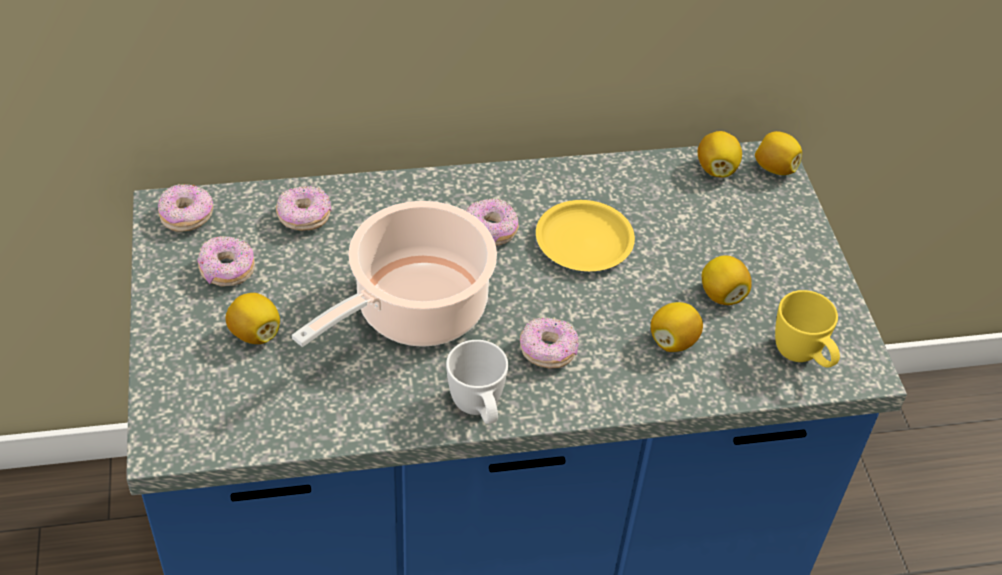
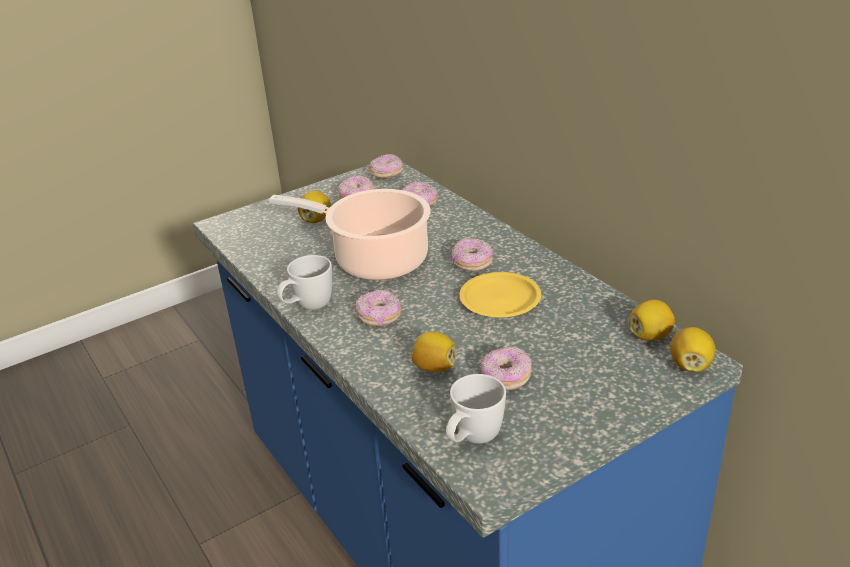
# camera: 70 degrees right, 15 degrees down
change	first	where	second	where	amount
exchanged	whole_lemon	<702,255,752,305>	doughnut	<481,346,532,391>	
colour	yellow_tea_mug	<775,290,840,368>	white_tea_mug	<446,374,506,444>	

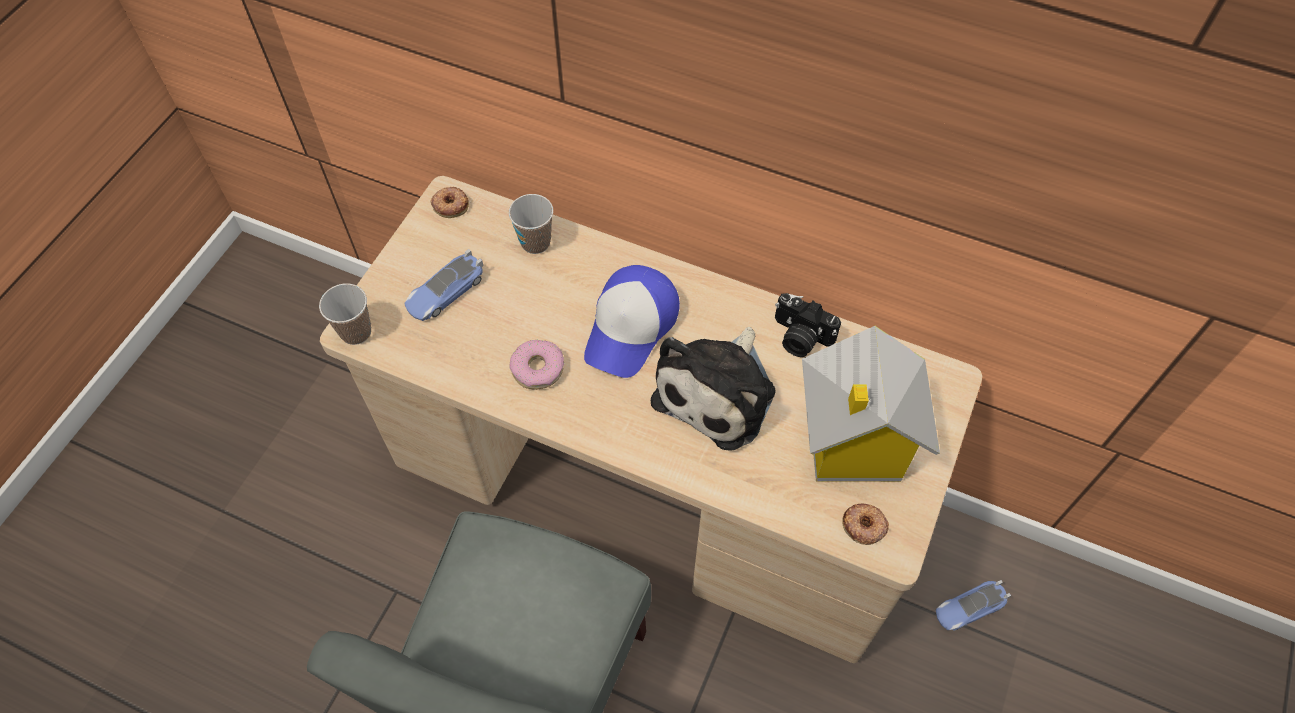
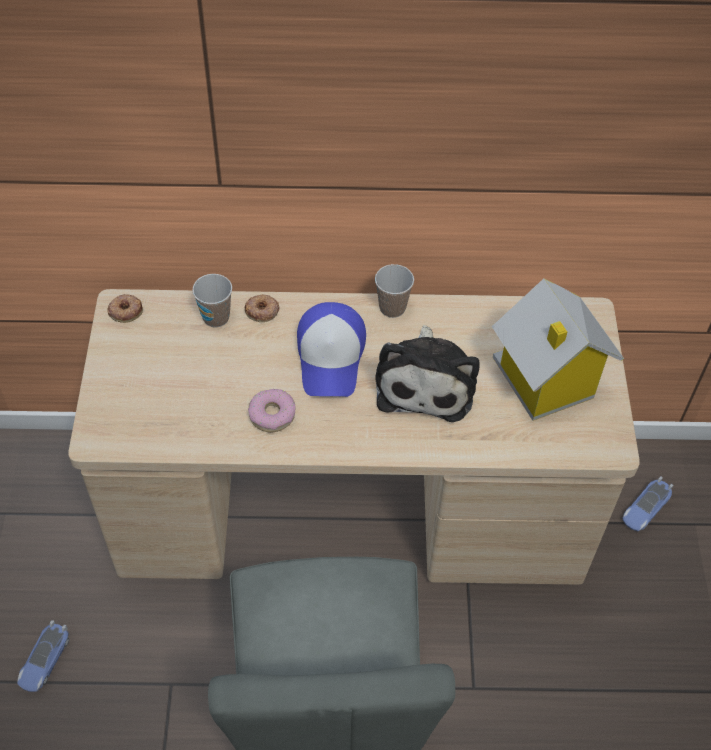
# camera: 25 degrees left, 5 degrees down
change	first	where	second	where	amount
relocated	drinking_cup	<319,283,371,345>		<375,264,414,318>	
relocated	miniature_car	<405,249,483,321>		<17,620,69,692>	
missing	photo_camera	<775,293,841,357>			
relocated	doughnut	<842,504,889,545>		<245,294,279,322>	

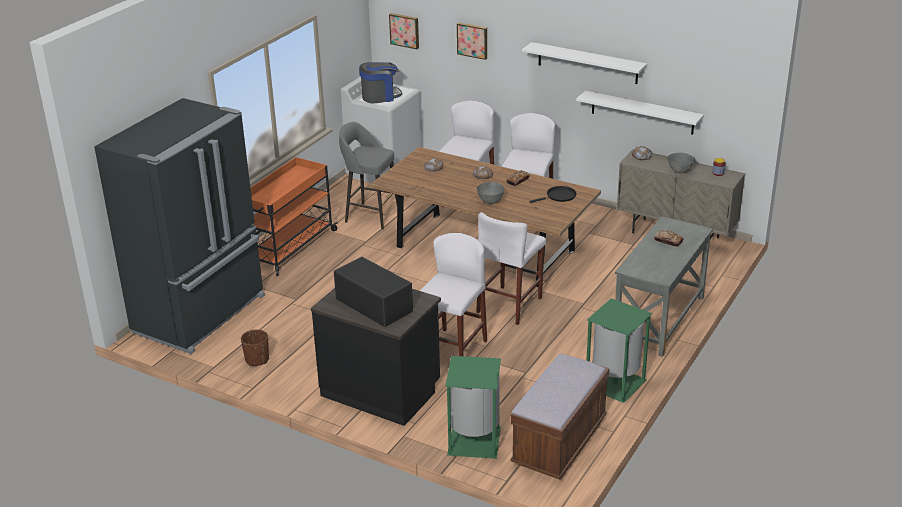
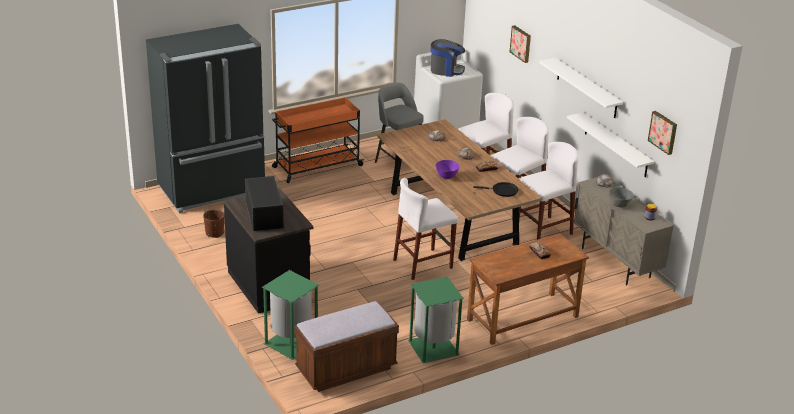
# camera: 30 degrees right, 0 degrees up
change	first	where	second	where	amount
relocated	wall_art	<389,13,419,49>		<648,111,677,155>	
relocated	white_stool	<420,233,487,356>		<518,142,579,240>	
colour	greyish_deep_dish	<477,182,504,204>	purple-coloured_deep_dish	<436,160,459,179>	
colour	greyish_desk	<615,216,713,357>	brown_desk	<467,233,589,345>	

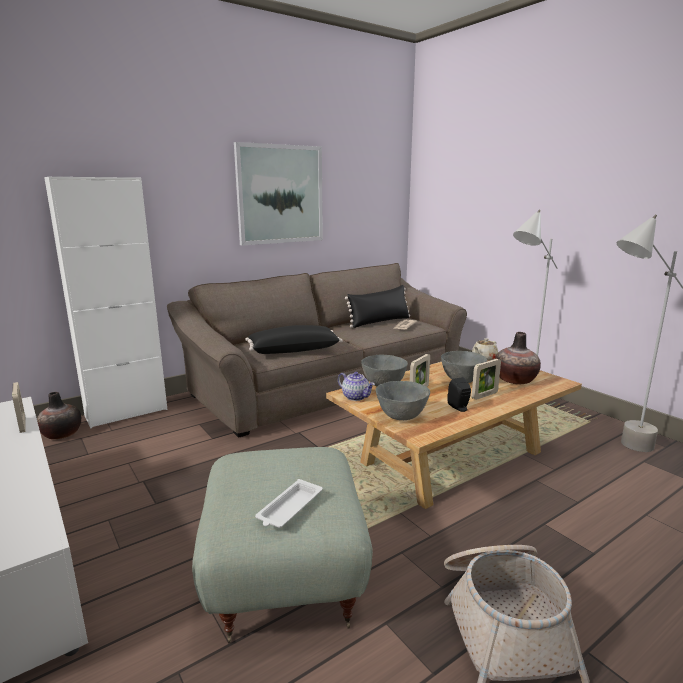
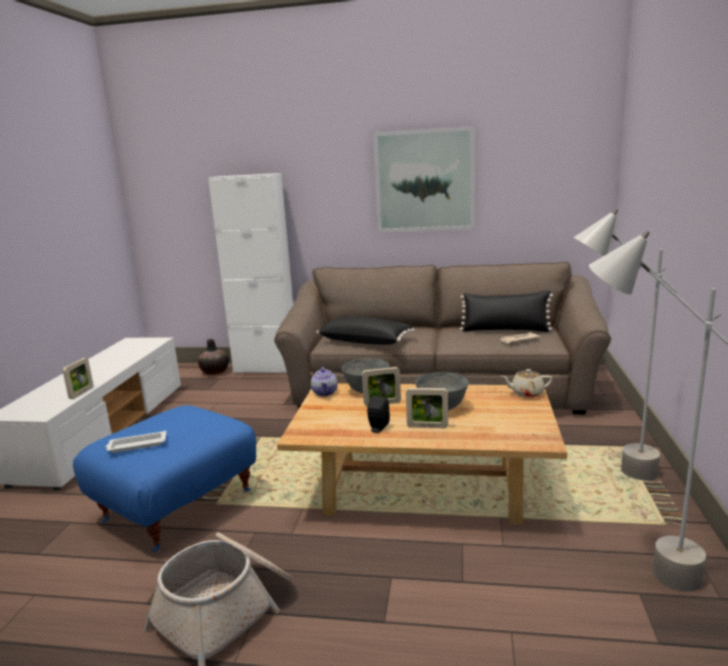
# camera: 45 degrees right, 0 degrees up
change	first	where	second	where	amount
relocated	photo_frame	<12,382,26,433>		<63,358,93,399>	
colour	greyish_ottoman	<192,447,373,643>	blue-coloured_ottoman	<73,405,256,553>	
missing	greyish_deep_dish	<376,381,430,420>			
missing	flower_vase	<495,332,541,384>			

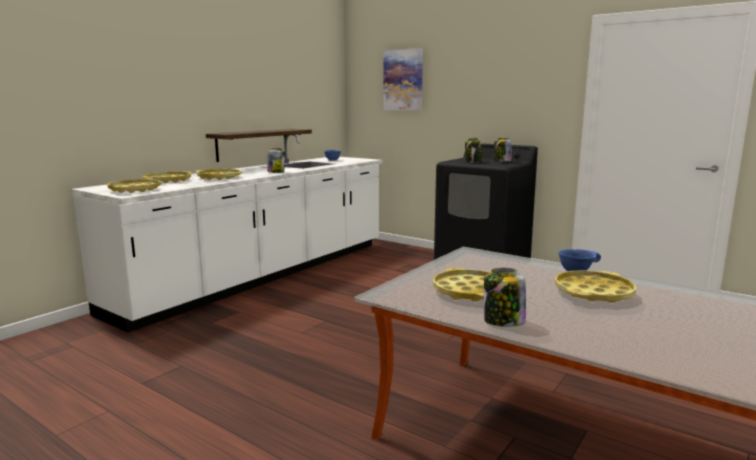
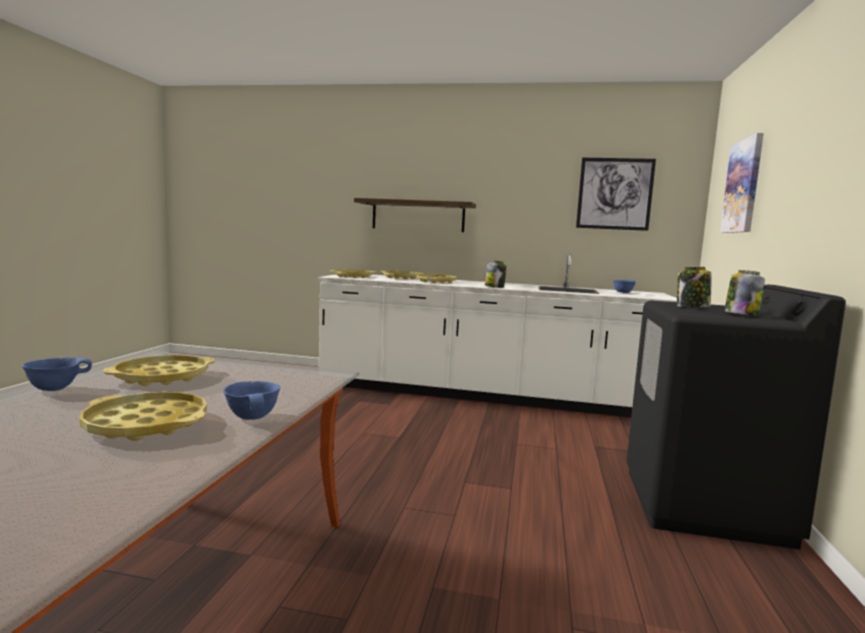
# camera: 65 degrees right, 5 degrees down
change	first	where	second	where	amount
relocated	bracket_shelf	<206,129,312,162>		<354,198,476,232>	
exchanged	jar	<484,268,526,327>	blue-coloured_deep_dish	<22,357,92,391>	
appeared			wall_art	<576,158,656,231>	

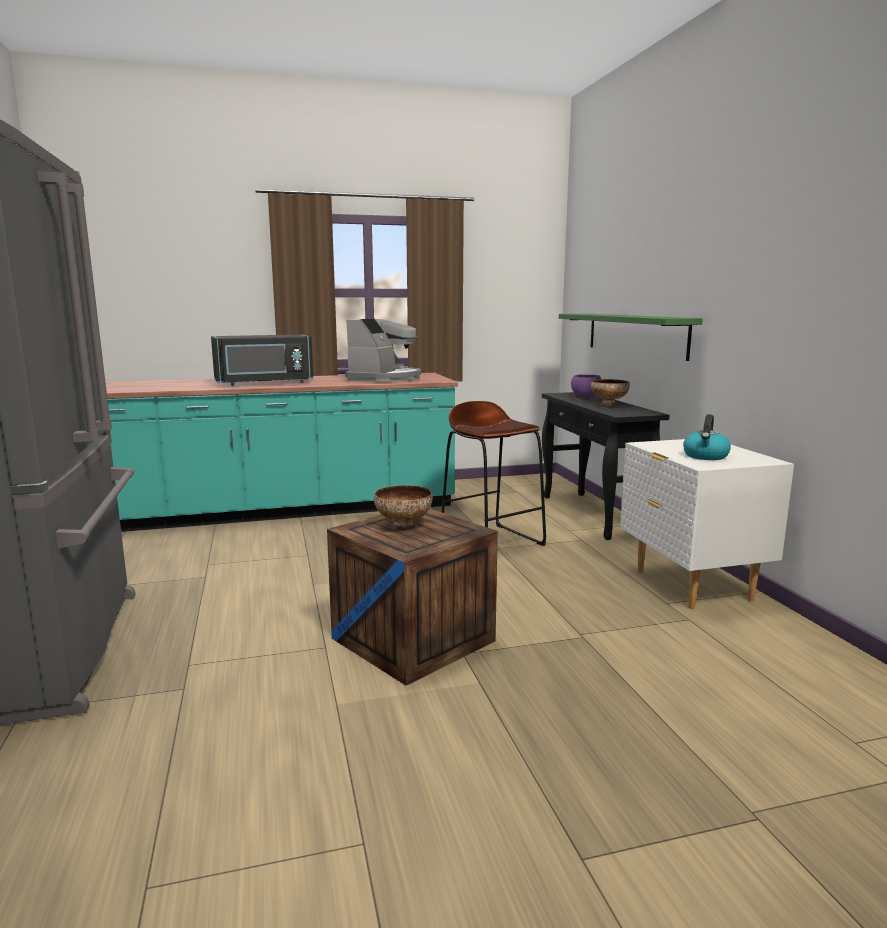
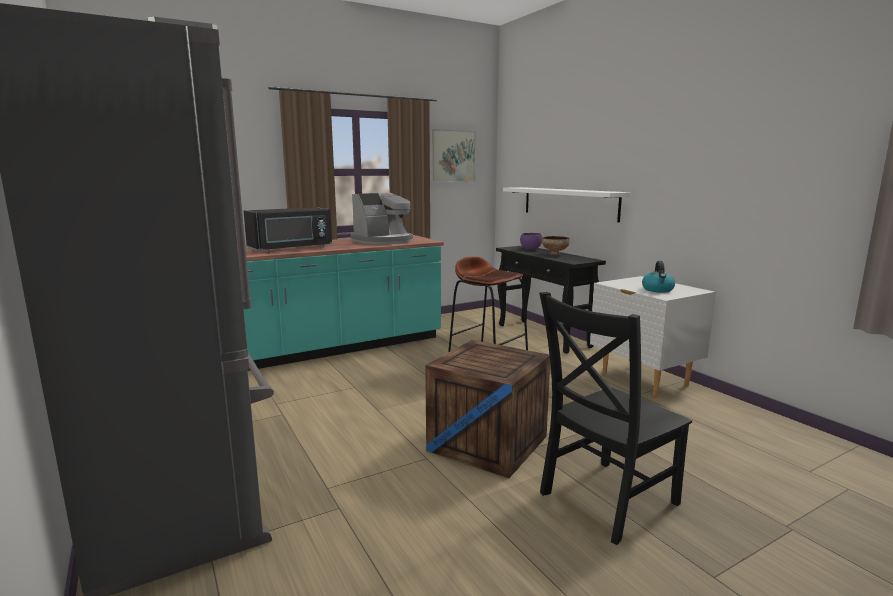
# camera: 15 degrees left, 0 degrees up
change	first	where	second	where	amount
spun	coffee_maker	<345,318,421,382>		<351,193,413,245>	45 degrees clockwise
missing	deep_dish	<374,485,432,531>			
colour	green_bracket_shelf	<559,314,703,361>	white_bracket_shelf	<503,187,631,222>	
appeared			wall_art	<431,129,476,182>	
appeared			black-coloured_upright_chair	<539,292,692,545>	

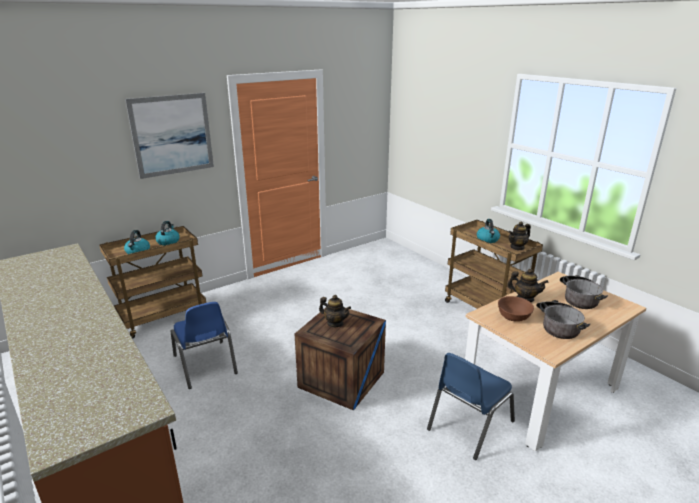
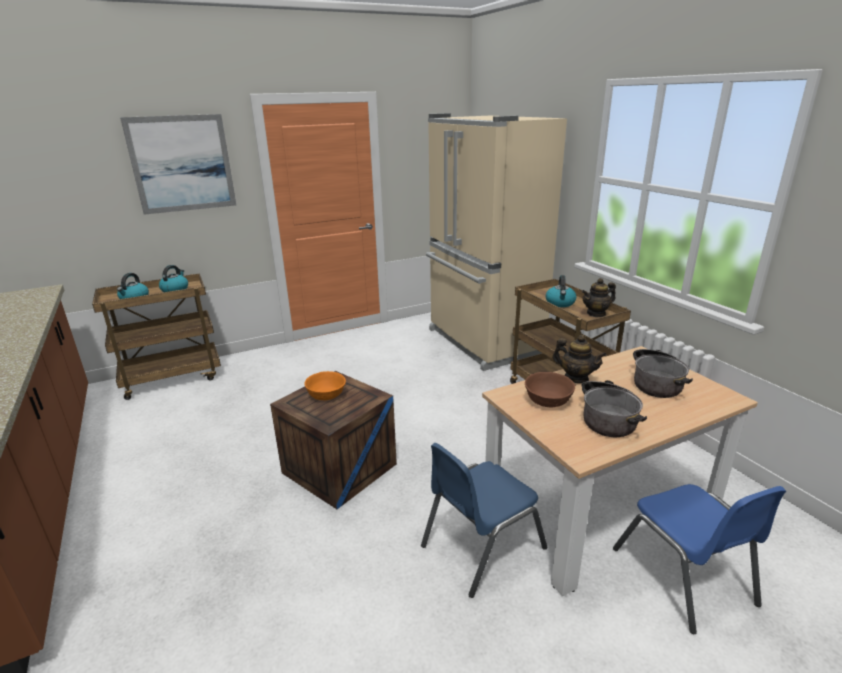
# camera: 10 degrees right, 0 degrees up
change	first	where	second	where	amount
relocated	blue-coloured_upright_chair	<171,302,238,389>		<613,484,786,634>	
exchanged	pot_for_tea	<319,295,351,327>	orangey_deep_dish	<304,371,346,401>	
appeared			beige_refrigerator	<426,113,567,371>	

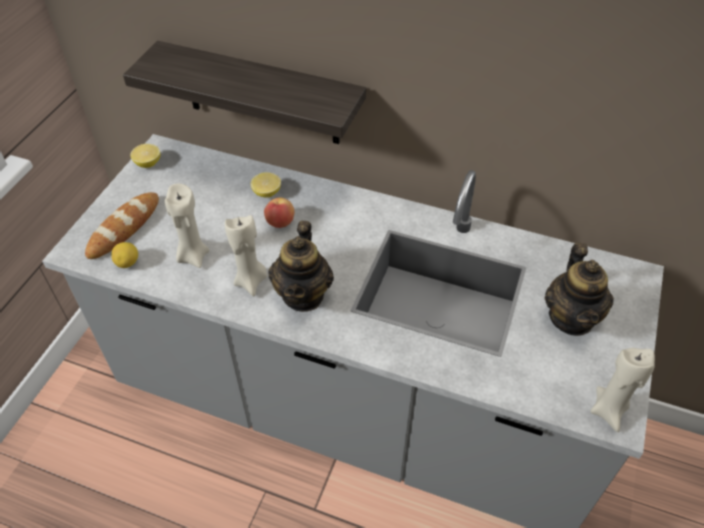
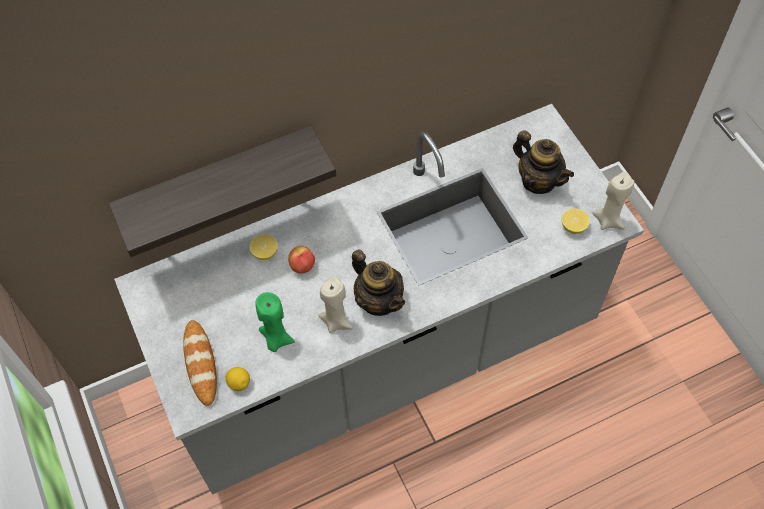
# camera: 45 degrees left, 10 degrees up
change	first	where	second	where	amount
relocated	whole_lemon	<130,144,161,168>		<562,208,590,234>	
colour	beige_wax_candle	<165,184,209,268>	green_wax_candle	<255,292,295,352>	

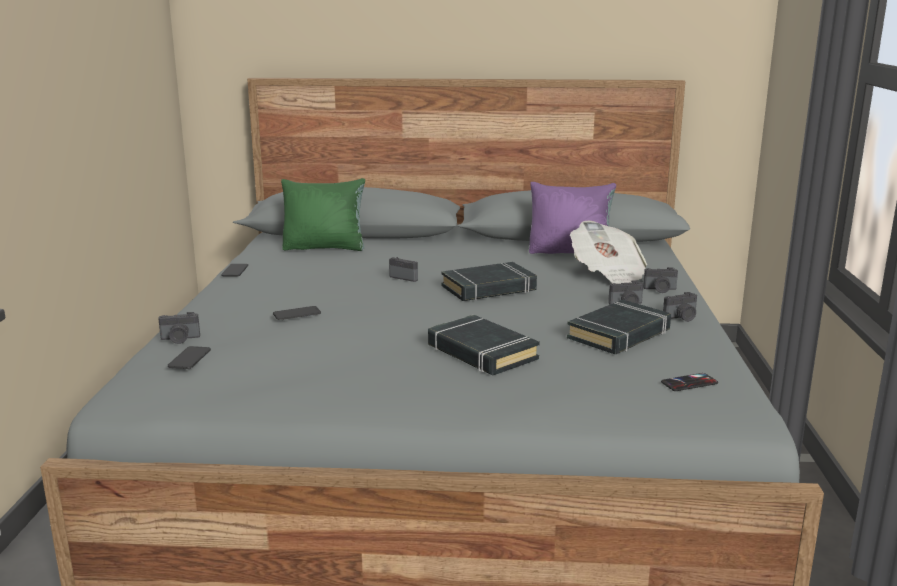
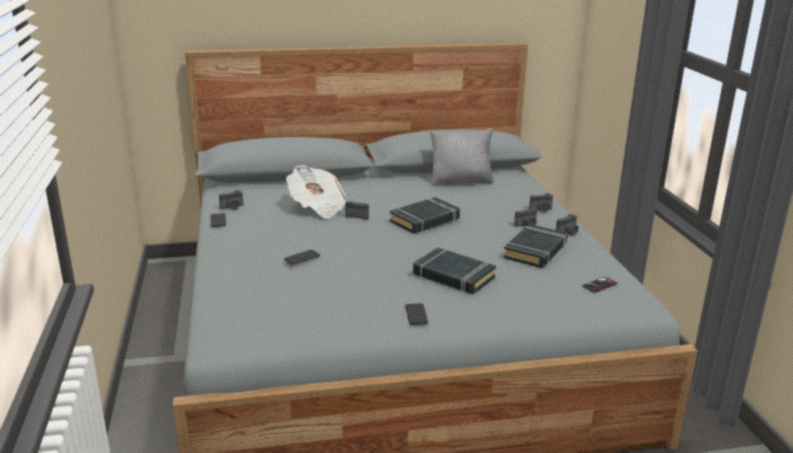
# camera: 15 degrees left, 5 degrees up
change	first	where	second	where	amount
relocated	photo_camera	<158,312,200,344>		<219,190,243,210>	
relocated	handset	<168,346,211,369>		<405,304,428,325>	
missing	green_pillow	<281,178,365,251>			
colour	purple-coloured_pillow	<529,182,616,254>	greyish_pillow	<430,128,494,185>	
relocated	printed_paper	<570,221,647,284>		<286,165,346,219>	

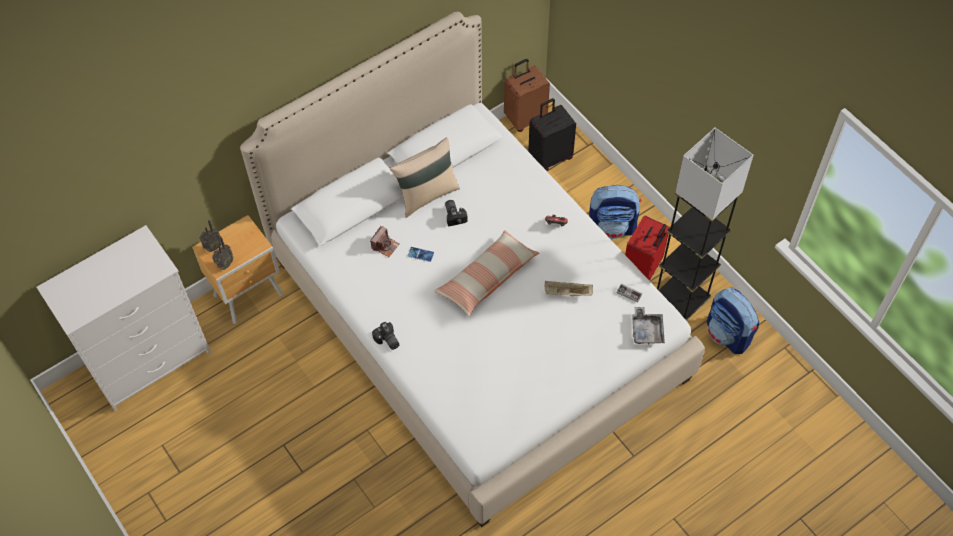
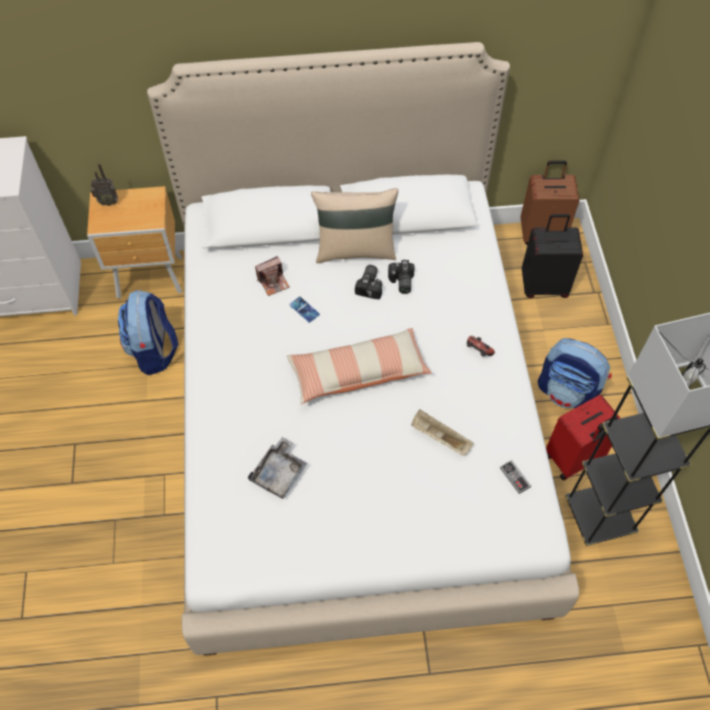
# camera: 30 degrees right, 0 degrees up
change	first	where	second	where	amount
missing	radio_set	<212,236,233,270>			
relocated	photo_camera	<372,322,400,350>		<388,260,414,294>	
relocated	greyish_tray	<632,307,665,344>		<248,437,307,499>	
relocated	backpack	<707,287,759,354>		<118,290,178,375>	

